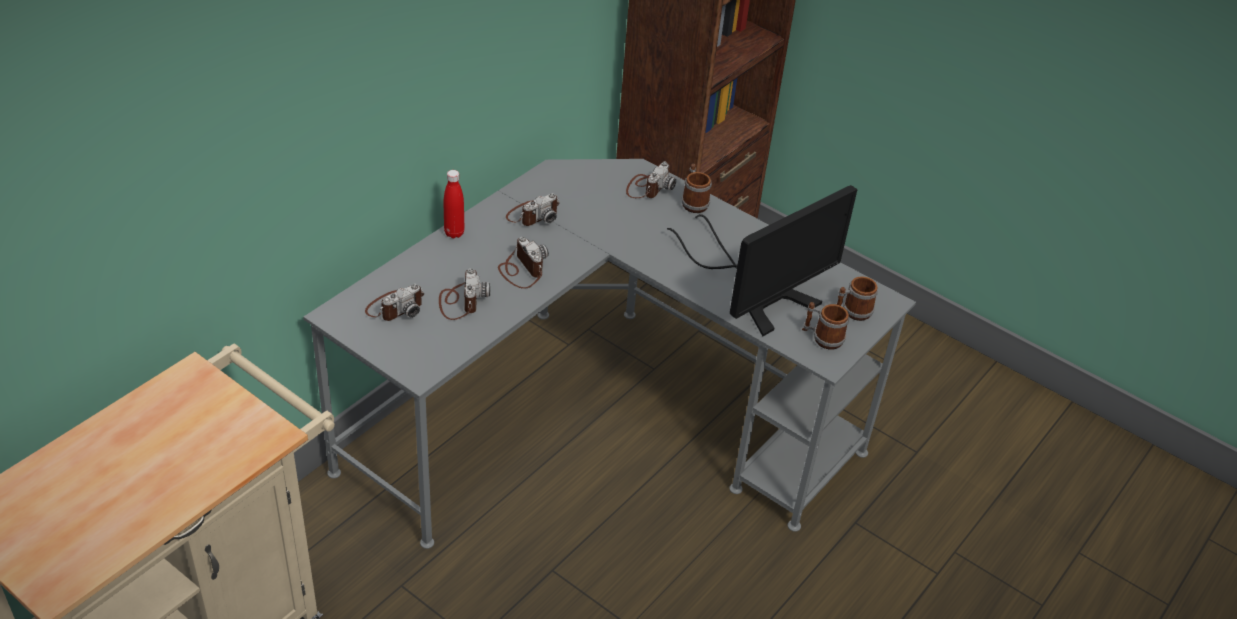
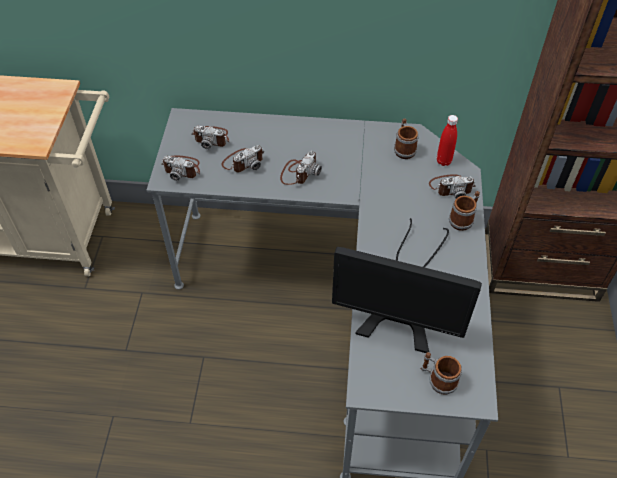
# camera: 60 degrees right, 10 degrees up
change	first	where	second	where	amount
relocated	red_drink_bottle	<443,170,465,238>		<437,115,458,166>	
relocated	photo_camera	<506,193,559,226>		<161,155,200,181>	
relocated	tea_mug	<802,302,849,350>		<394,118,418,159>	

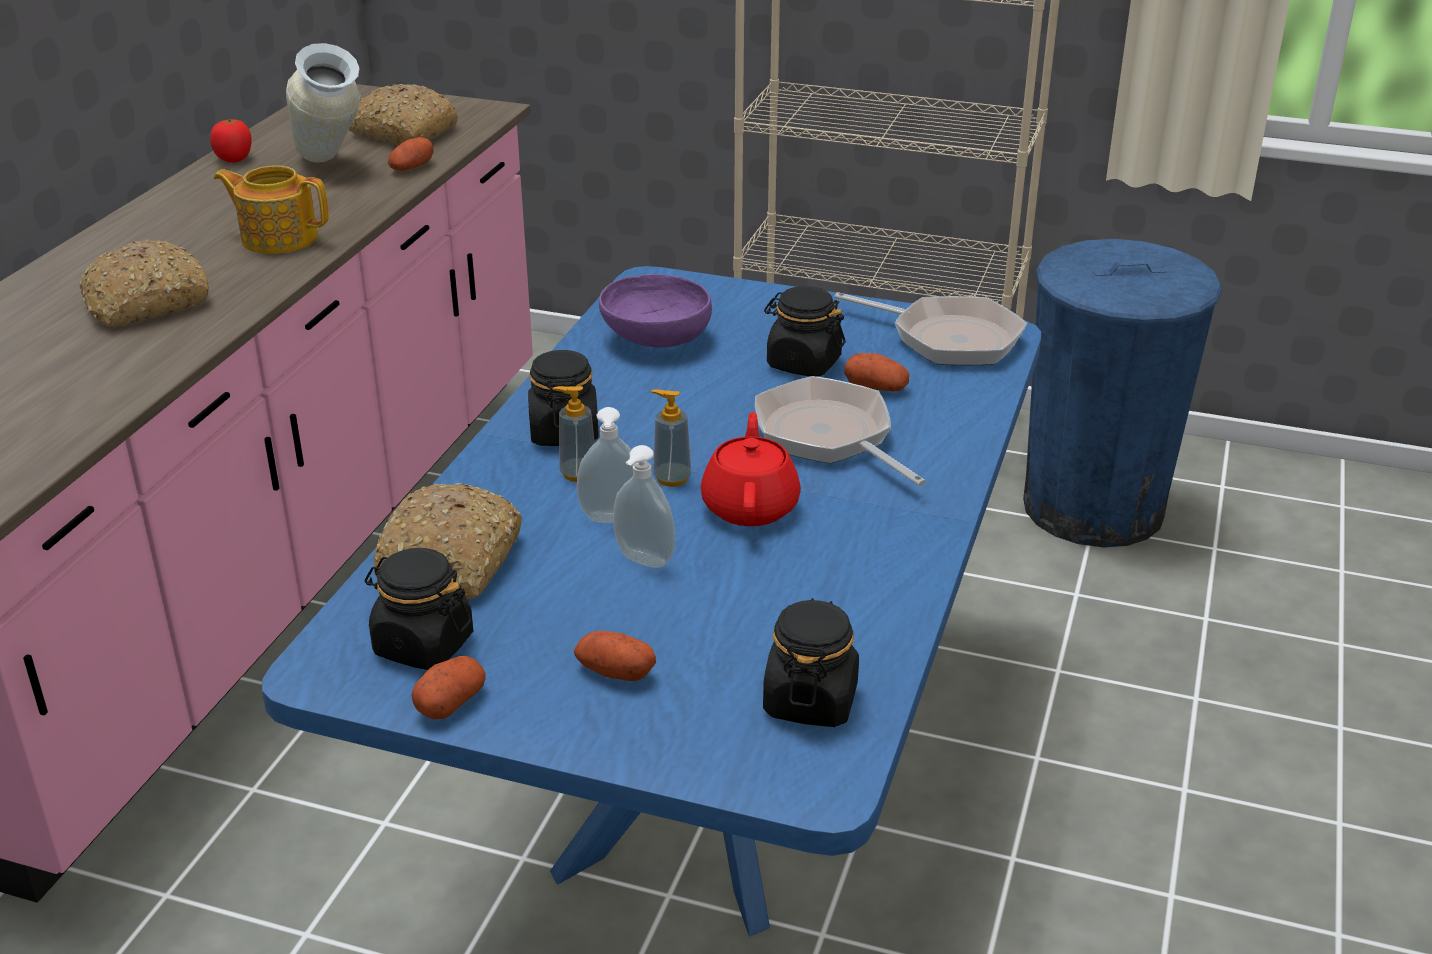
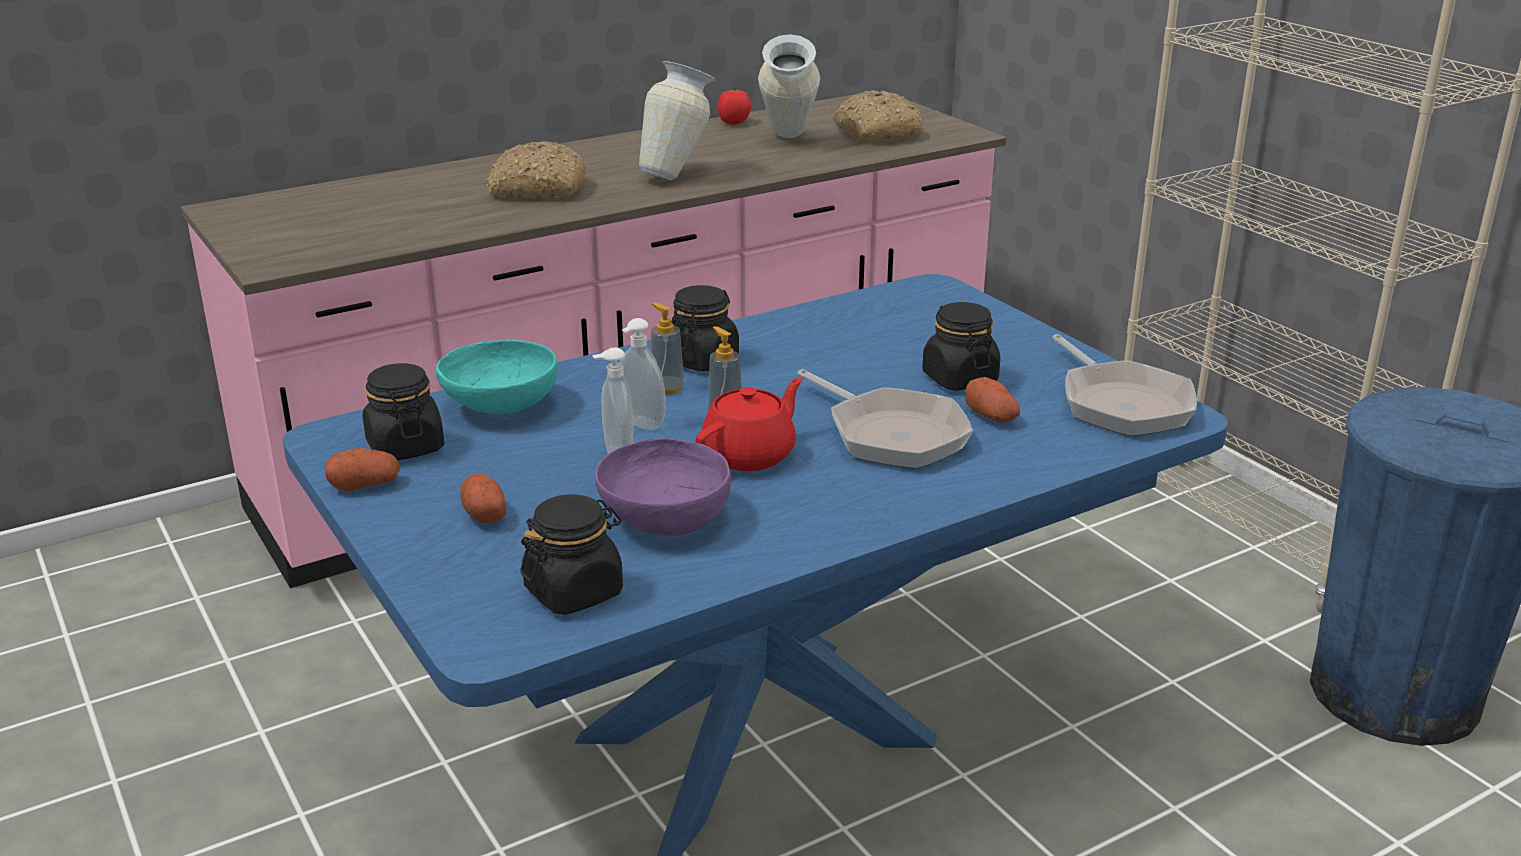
# camera: 40 degrees right, 5 degrees down
change	first	where	second	where	amount
exchanged	pot_for_tea	<214,165,329,254>	flower_vase	<639,61,716,180>	
exchanged	bread	<374,483,522,599>	blue-green_deep_dish	<435,340,558,414>	
missing	spud	<388,137,434,171>			
relocated	purple-coloured_deep_dish	<599,274,712,347>		<595,438,731,536>	
spun	frying_pan	<755,376,926,486>		<797,369,973,469>	135 degrees clockwise

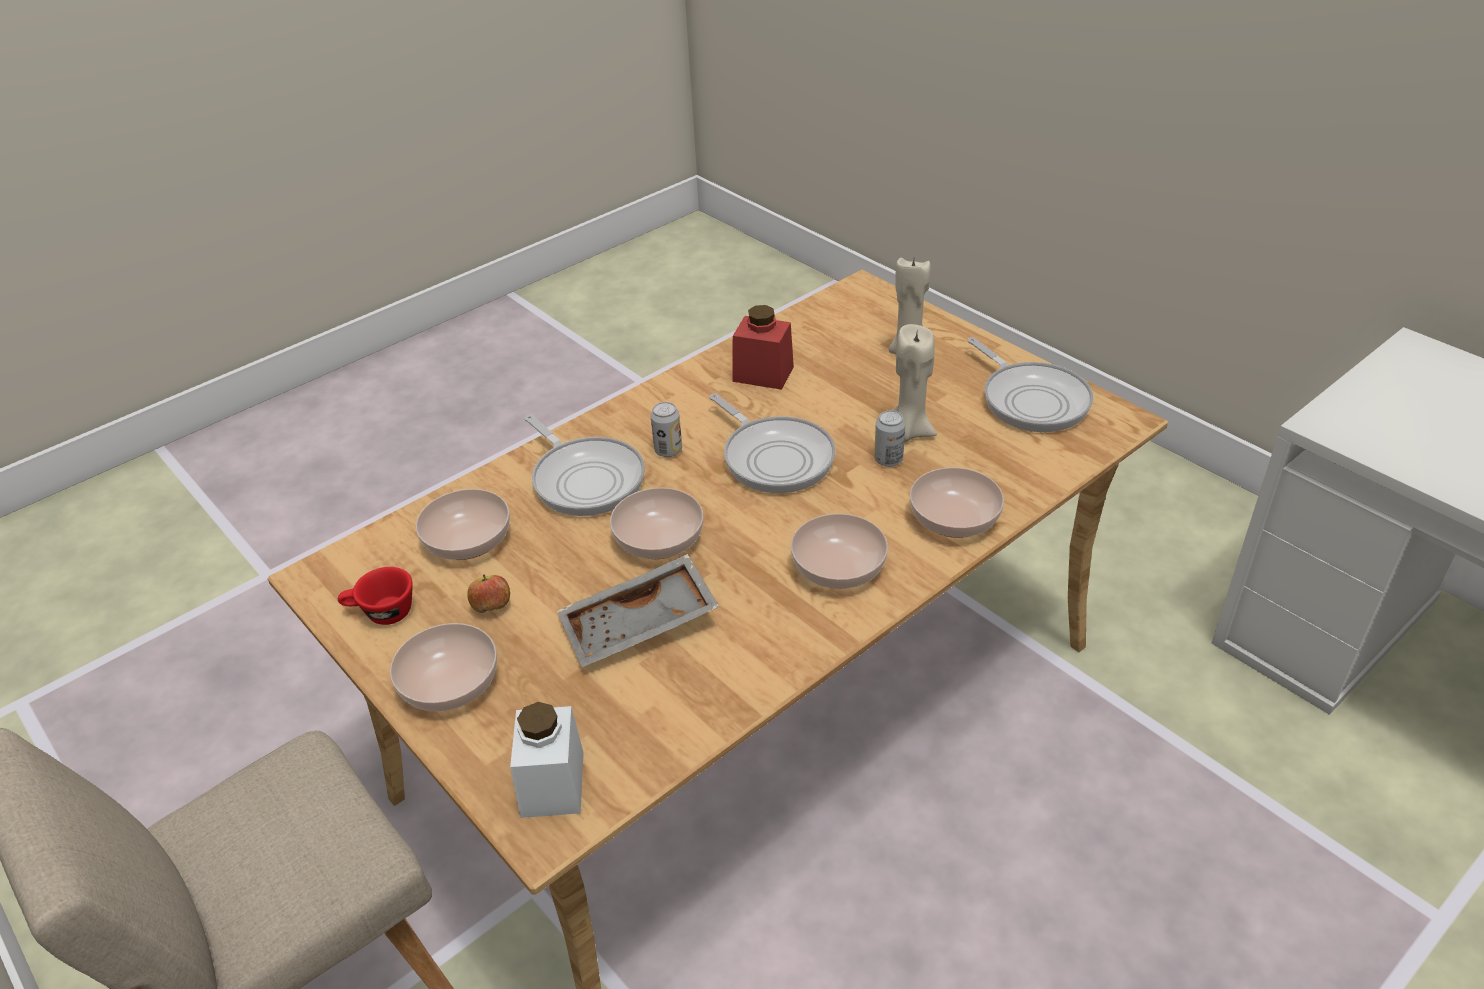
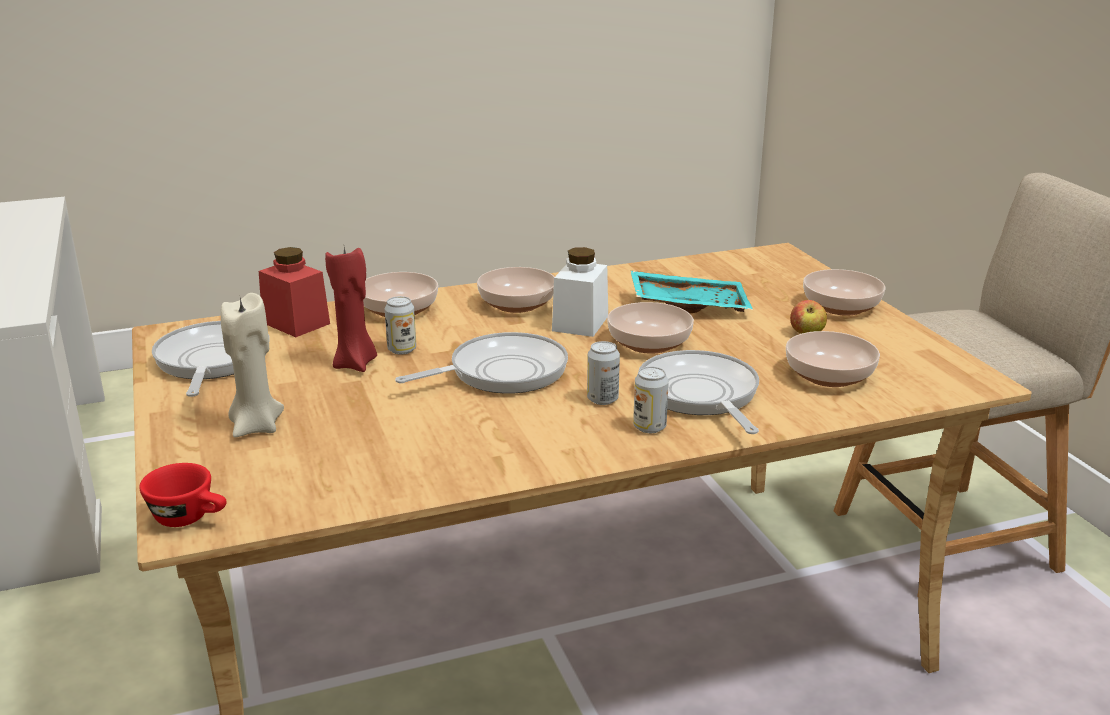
# camera: 160 degrees left, 15 degrees down
change	first	where	second	where	amount
relocated	red_drinking_cup	<338,567,413,625>		<139,463,227,527>	
relocated	white_jar	<510,702,584,818>		<552,247,608,337>	
colour	greyish_tray	<557,554,719,667>	blue-green_tray	<631,271,753,313>	
spun	frying_pan	<709,393,835,493>		<395,332,568,394>	75 degrees clockwise
relocated	red_jar	<732,305,794,390>		<259,247,330,337>	
colour	beige_wax_candle	<892,324,937,442>	red_wax_candle	<325,247,377,372>	
appeared			can	<633,367,669,433>	

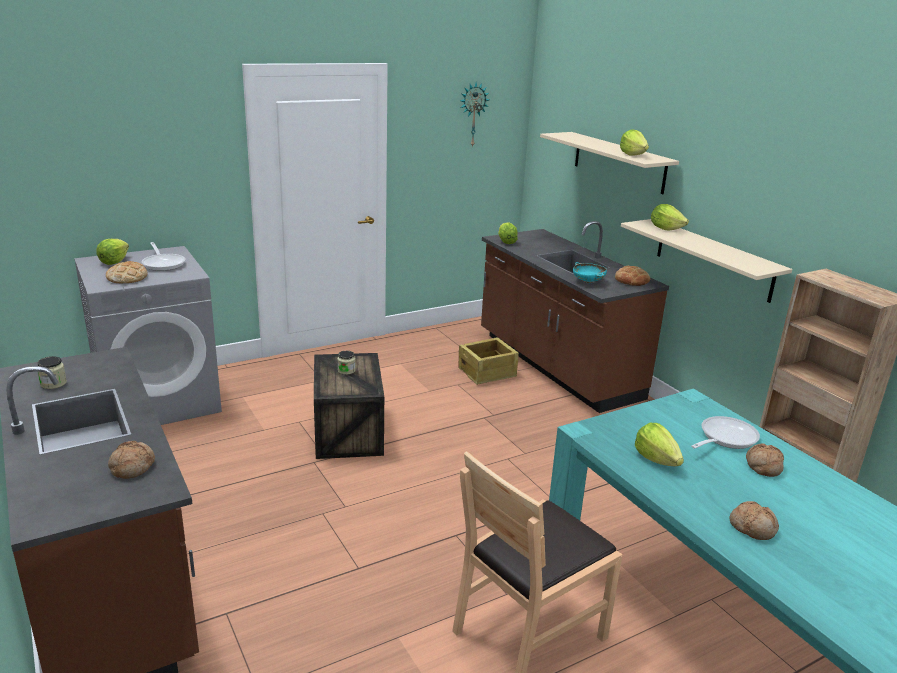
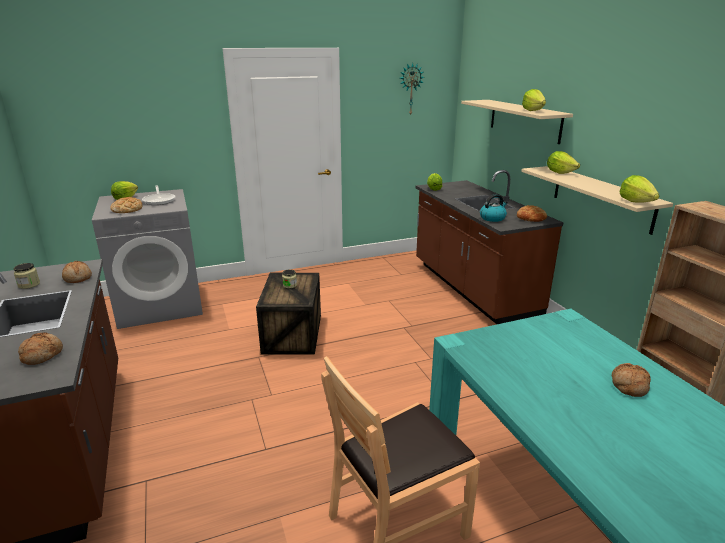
# camera: 10 degrees right, 0 degrees up
change	first	where	second	where	amount
missing	packing_crate	<459,337,519,385>			
exchanged	blue-green_deep_dish	<573,262,607,283>	water_kettle	<480,194,508,222>	
relocated	lettuce_head	<635,423,684,466>		<620,175,660,203>	
missing	frying_pan	<691,416,760,449>			
relocated	bread	<730,501,779,540>		<62,261,92,283>	

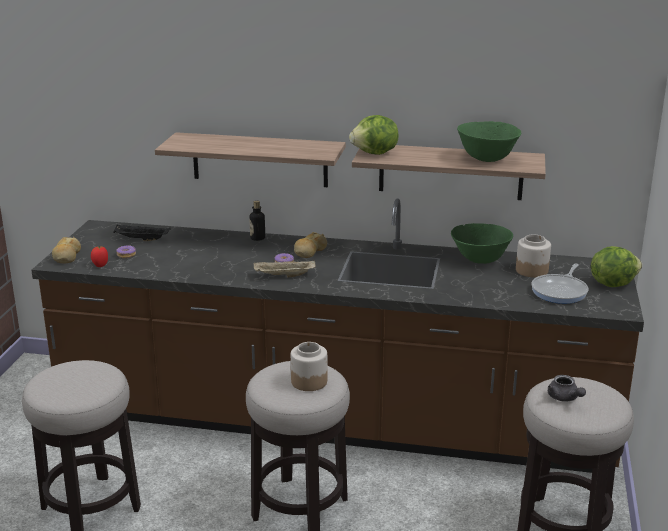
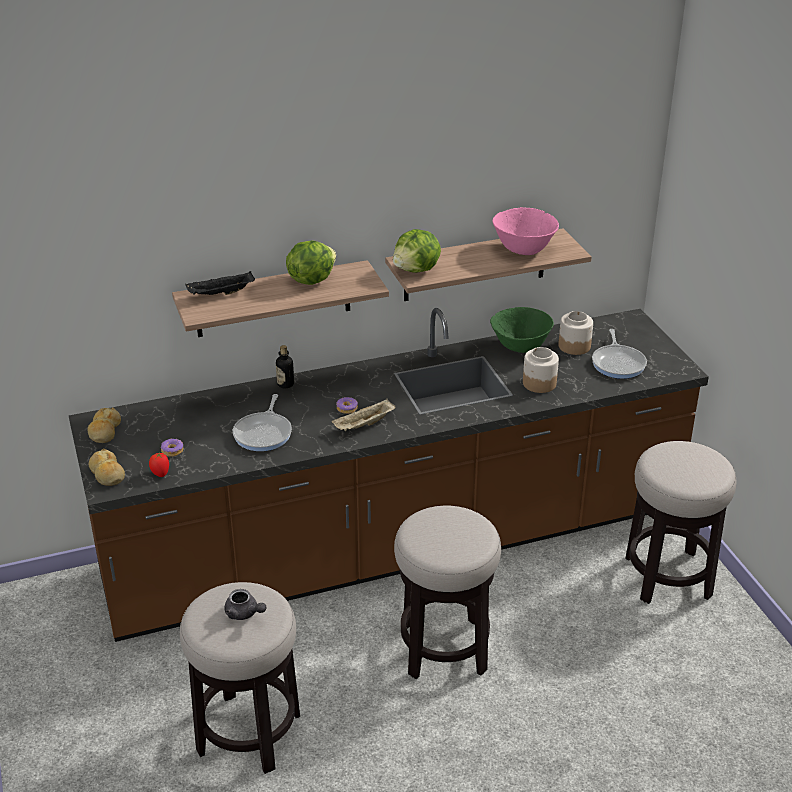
# camera: 30 degrees left, 10 degrees up
change	first	where	second	where	amount
relocated	black-coloured_tray	<113,225,171,241>		<185,271,255,295>	
relocated	jar	<291,342,327,391>		<523,347,559,393>	
relocated	bread	<294,232,327,258>		<88,407,121,443>	
colour	green_deep_dish	<457,121,521,162>	pink_deep_dish	<492,207,559,255>	
relocated	greyish_pot_for_tea	<548,375,586,402>		<224,589,267,620>	
relocated	lettuce_head	<591,246,642,287>		<286,241,336,285>	
appeared			frying_pan	<233,394,292,451>	

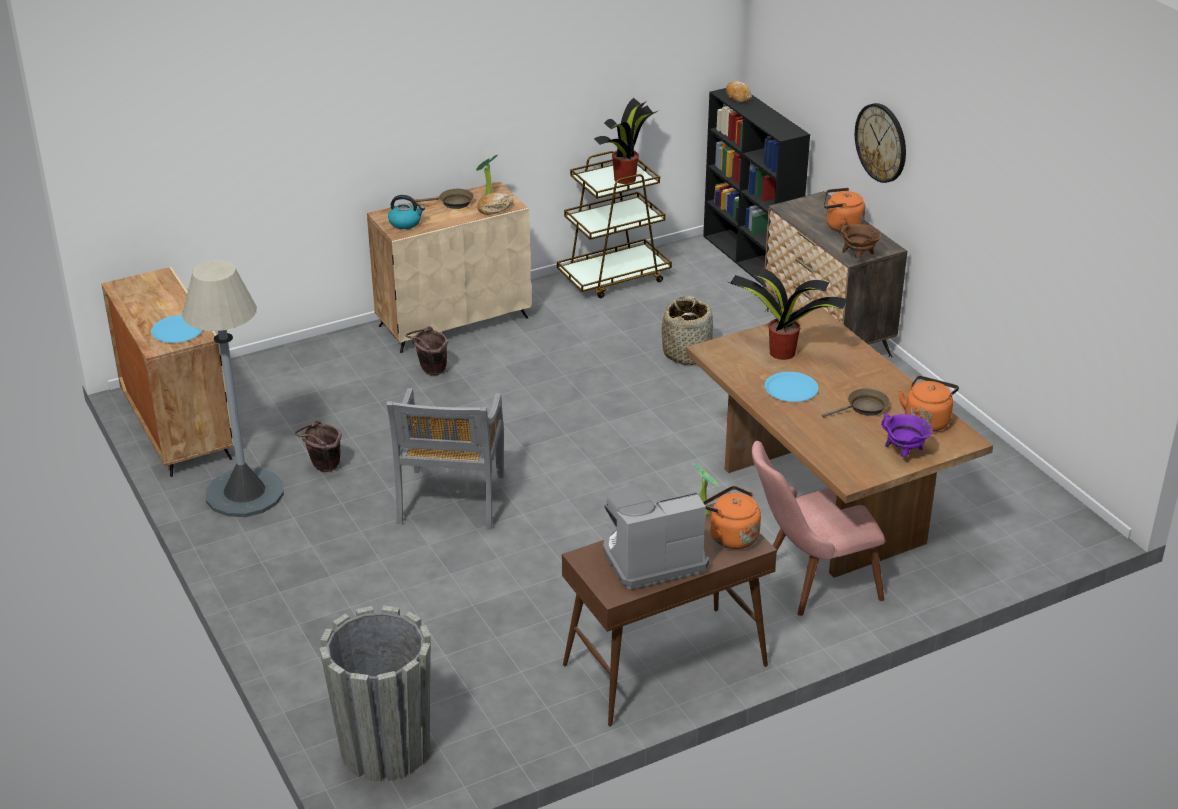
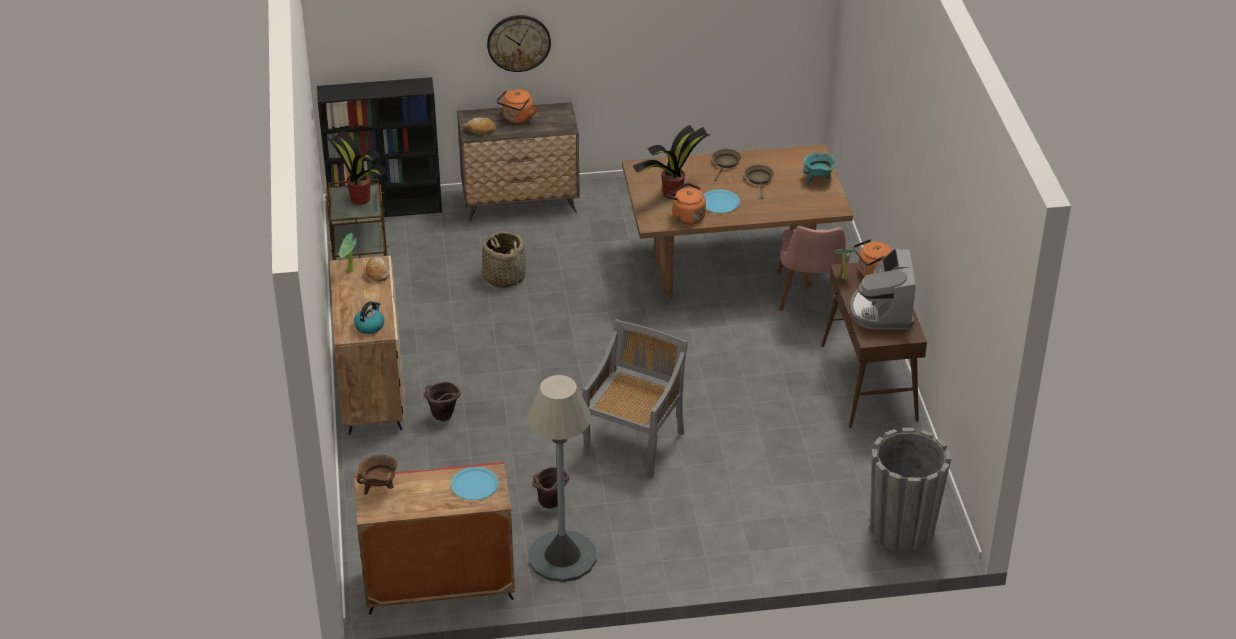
# camera: 70 degrees left, 5 degrees up
change	first	where	second	where	amount
colour	beige_storage_cabinet	<101,267,234,477>	red_storage_cabinet	<354,462,515,615>	
spun	greyish_upright_chair	<386,388,504,530>		<583,319,688,479>	90 degrees counterclockwise
relocated	brown_frying_pan	<415,189,474,209>		<712,149,741,181>	
relocated	bread	<726,81,752,103>		<463,117,496,134>	
relocated	brown_saucepot	<839,223,882,258>		<356,455,398,495>	
colour	purple-coloured_saucepot	<881,414,933,457>	blue-green_saucepot	<803,153,836,185>	
relocated	orangey_water_kettle	<898,376,959,432>		<667,183,706,225>	

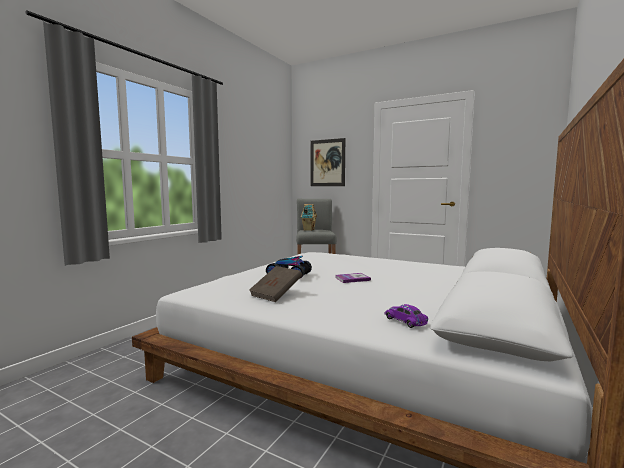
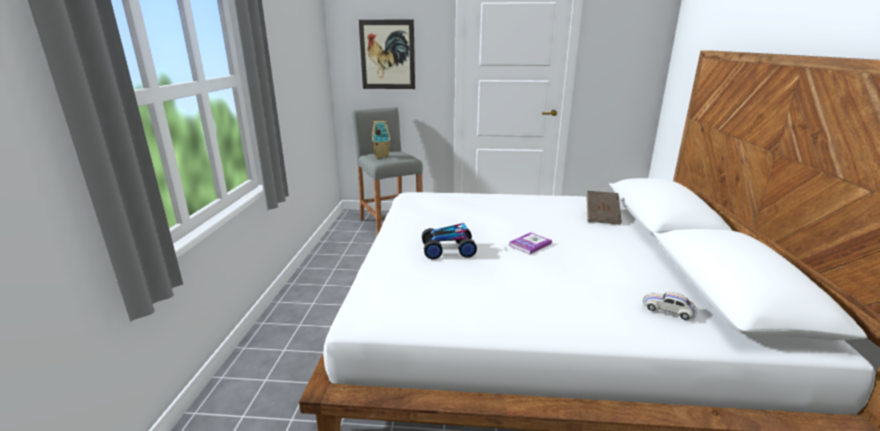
# camera: 25 degrees left, 15 degrees up
change	first	where	second	where	amount
relocated	brown_bound_book	<249,266,302,302>		<586,191,622,225>	
colour	purple-coloured_miniature_car	<384,304,428,328>	white_miniature_car	<643,292,697,320>	

